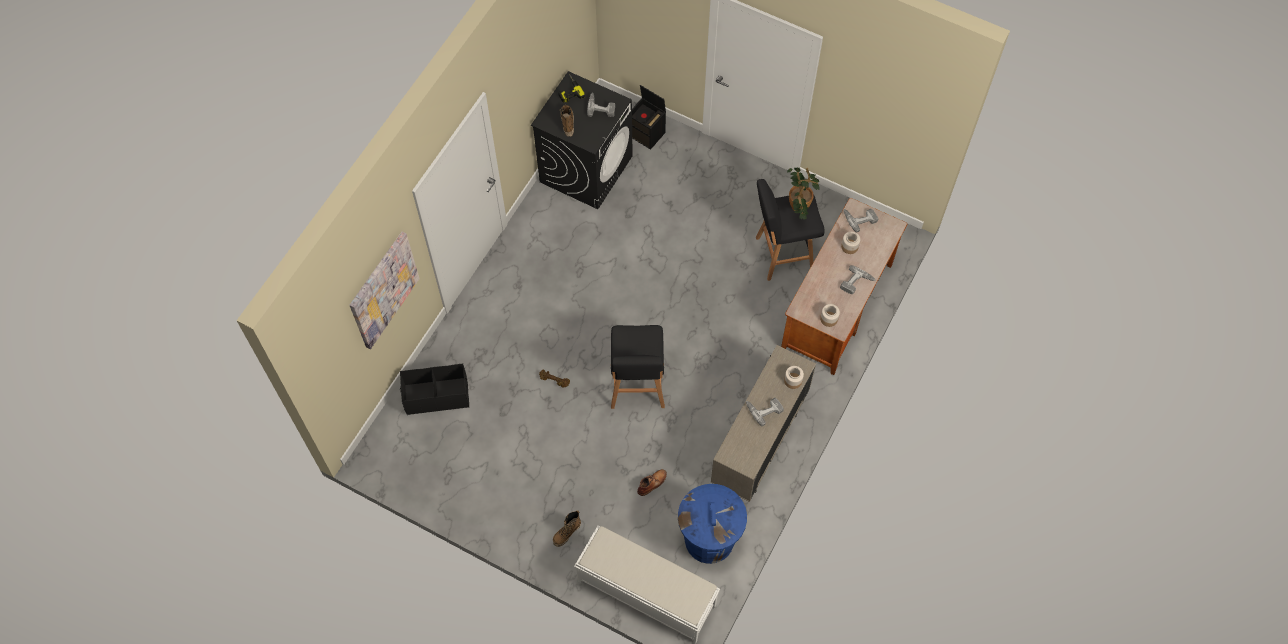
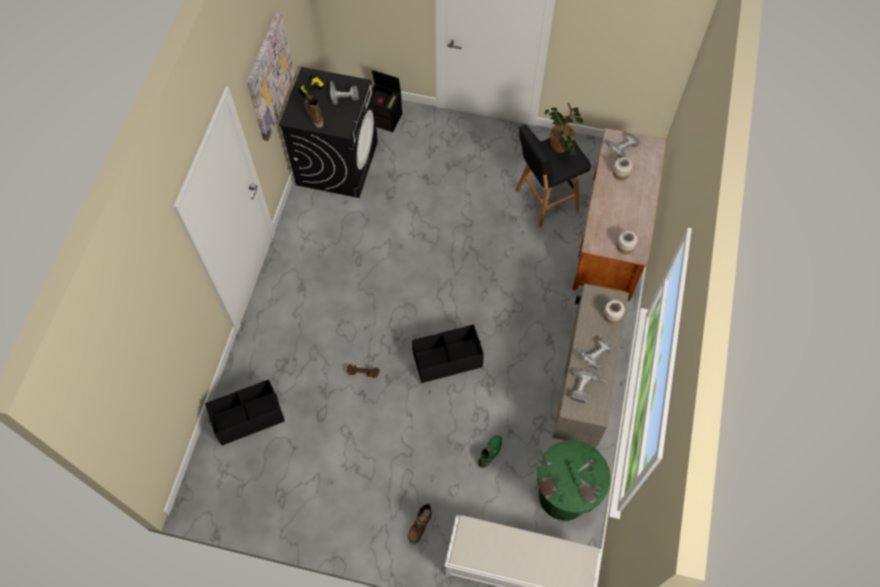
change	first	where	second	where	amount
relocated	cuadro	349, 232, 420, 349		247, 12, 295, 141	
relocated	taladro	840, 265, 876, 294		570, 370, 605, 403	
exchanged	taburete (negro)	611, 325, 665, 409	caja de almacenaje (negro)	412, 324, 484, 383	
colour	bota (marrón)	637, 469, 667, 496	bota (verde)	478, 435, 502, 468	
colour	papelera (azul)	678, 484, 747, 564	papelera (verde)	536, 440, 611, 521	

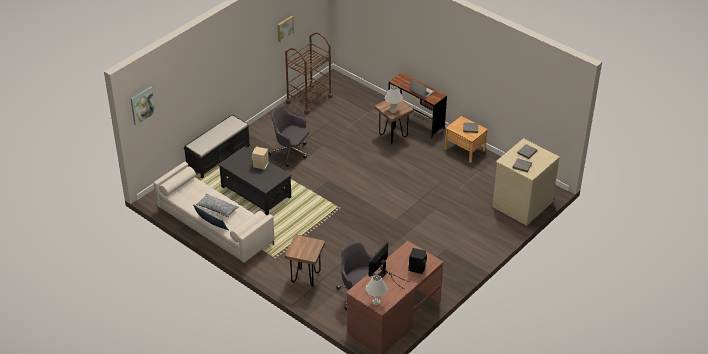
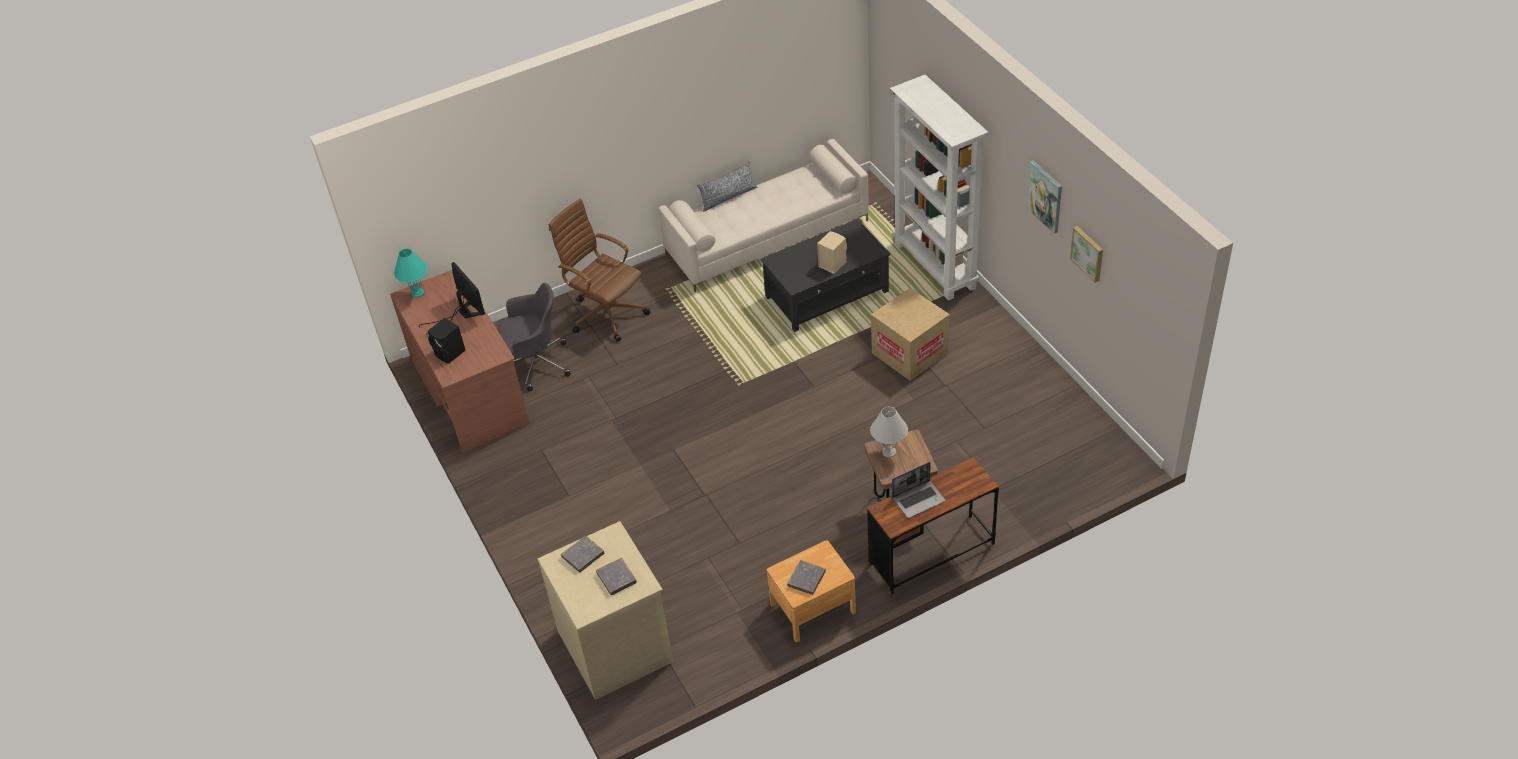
change	first	where	second	where	amount
missing	cojín	196, 194, 239, 218			
missing	carrito (marrón)	285, 32, 333, 114			
relocated	cuadro	130, 86, 155, 125		1026, 160, 1062, 234	
exchanged	banco (negro)	184, 114, 250, 178	estantería (blanco)	890, 75, 988, 301	
exchanged	silla de oficina (gris)	268, 105, 309, 167	caja de cartón	871, 288, 950, 381	
exchanged	taburete (marrón)	285, 234, 325, 287	silla de oficina (marrón)	548, 199, 650, 342	
colour	lámpara de mesa (blanco)	366, 275, 388, 305	lámpara de mesa (turquesa)	394, 248, 428, 297	

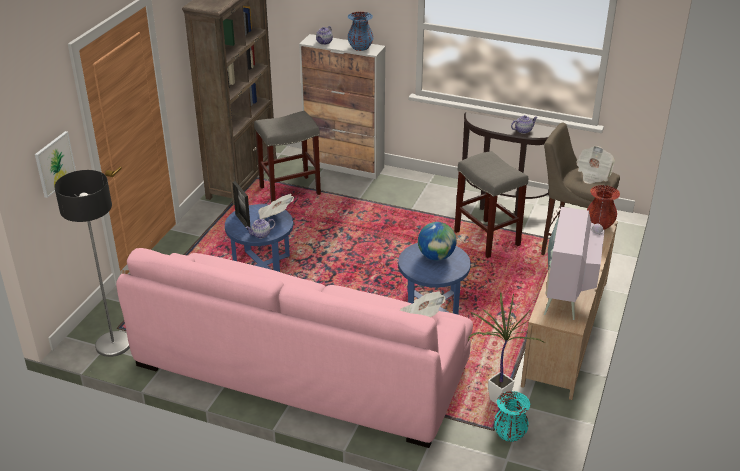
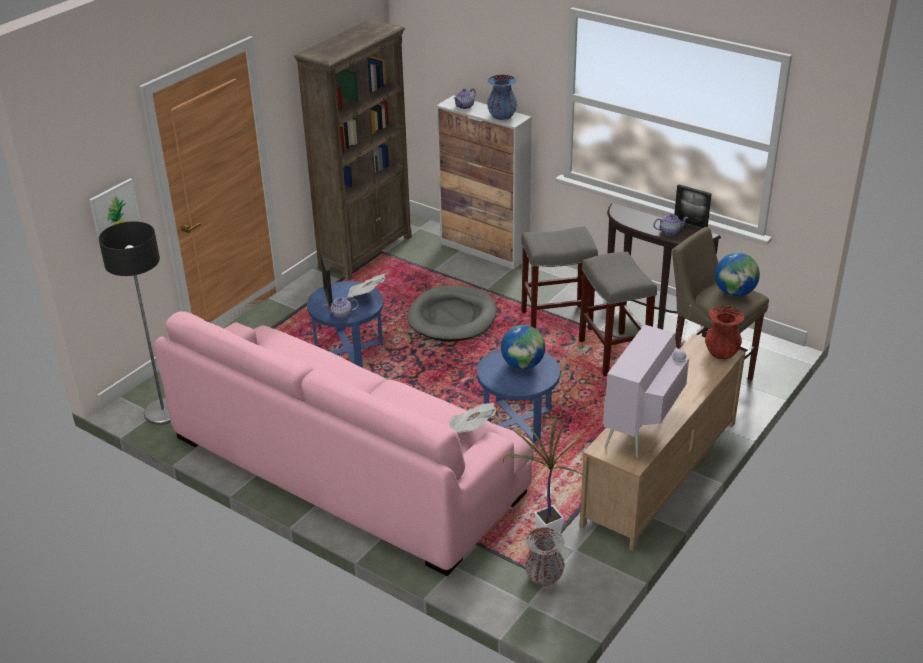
change	first	where	second	where	amount
appeared			cama para perro (gris)	408, 285, 496, 342	
appeared			portarretratos	674, 184, 712, 231	
relocated	taburete (gris)	254, 111, 321, 202		521, 226, 598, 330	
exchanged	periódico	576, 146, 615, 184	globo terráqueo	715, 253, 760, 297	
colour	florero (turquesa)	494, 391, 530, 442	florero (gris)	525, 527, 565, 586	

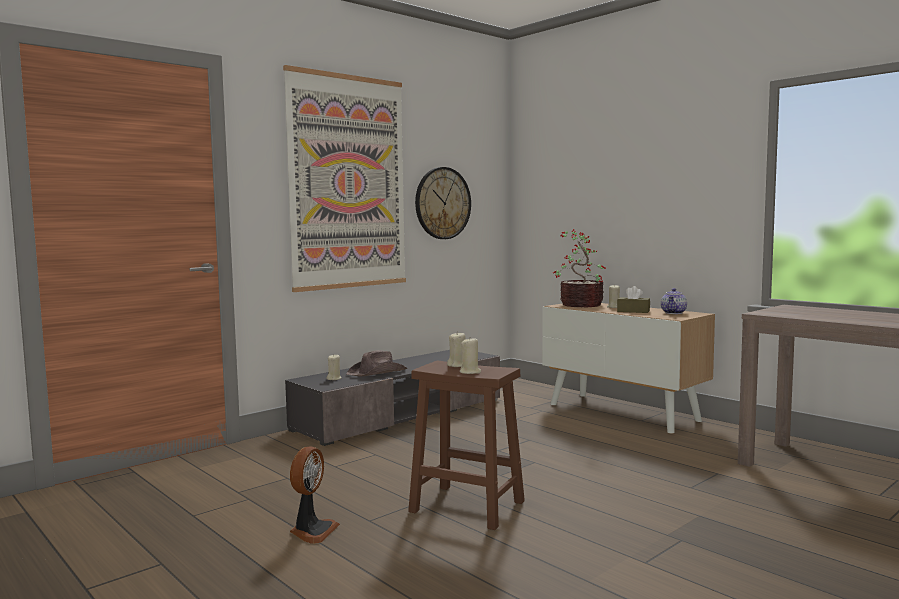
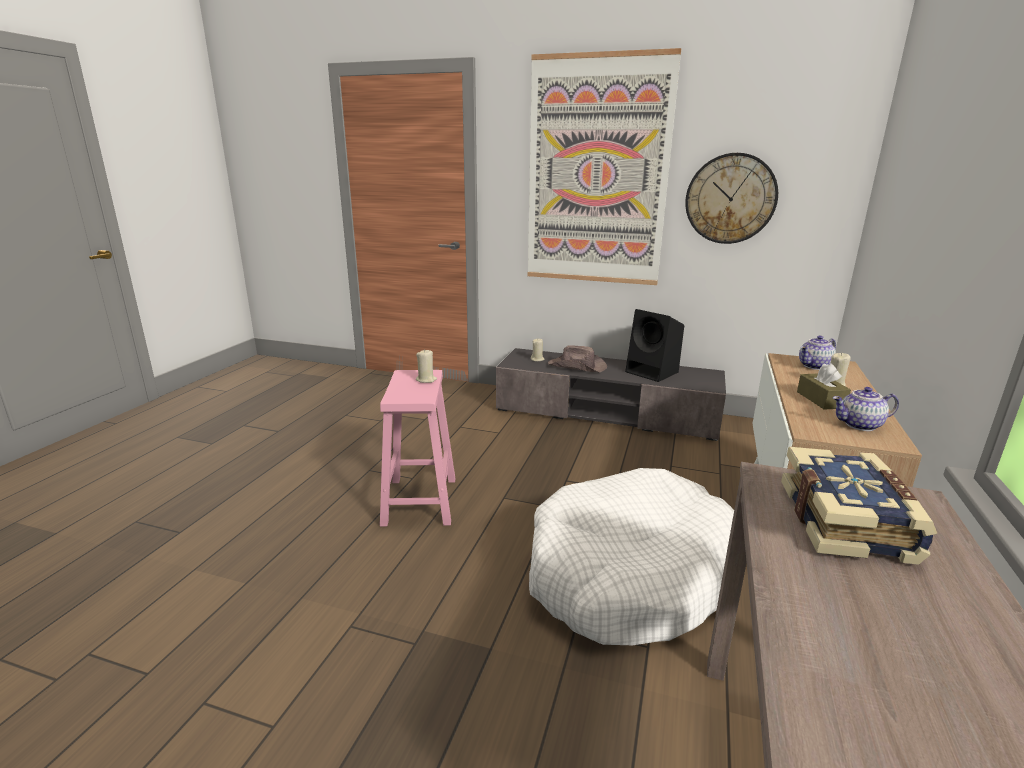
change	first	where	second	where	amount
missing	ventilador	290, 446, 340, 544			
missing	vela (beis)	460, 338, 481, 374			
appeared			cama para perro (blanco)	529, 468, 734, 645	
appeared			altavoz (negro)	625, 309, 684, 382	
appeared			libro	781, 447, 938, 565	
exchanged	planta en maceta	553, 229, 606, 307	tetera	799, 336, 836, 370	
colour	taburete (marrón)	408, 361, 525, 530	taburete (rosa)	380, 370, 455, 526	

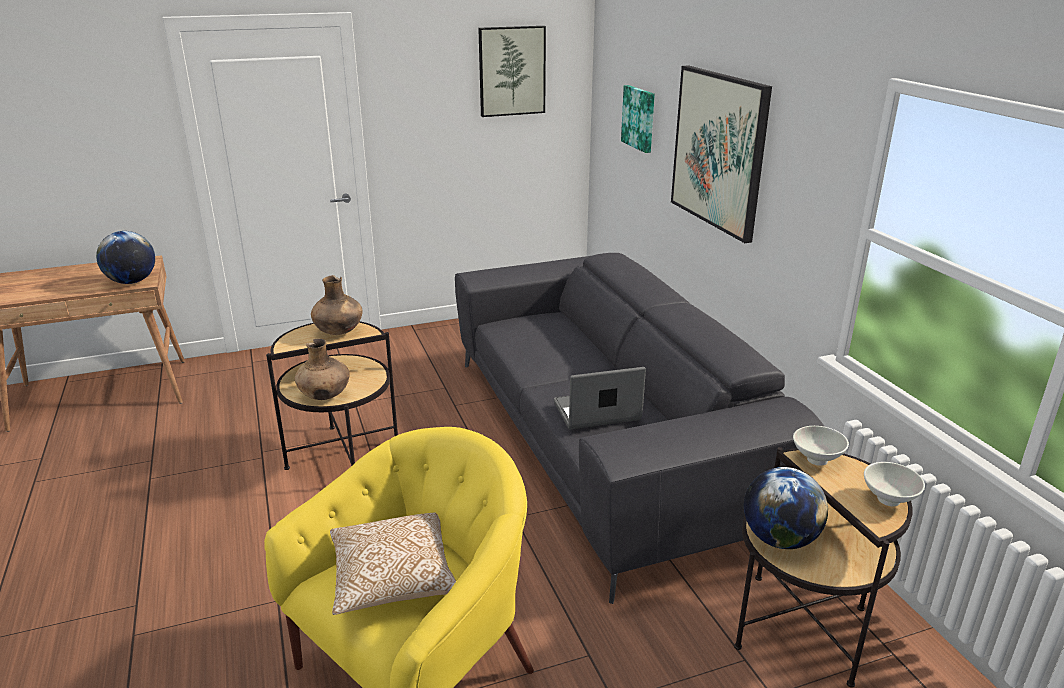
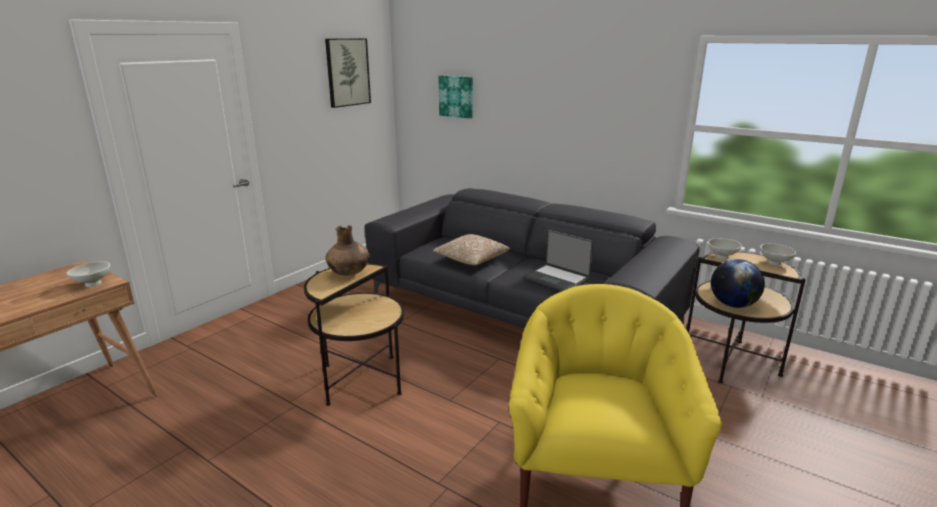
change	first	where	second	where	amount
missing	florero (marrón)	295, 339, 350, 400			
missing	cuadro	671, 65, 772, 243			
relocated	cojín	330, 512, 456, 615		433, 234, 510, 265	
exchanged	globo terráqueo	96, 231, 155, 284	cuenco (blanco)	67, 261, 110, 287	
spun	portátil	554, 367, 646, 429		525, 230, 593, 291	90 degrees counterclockwise

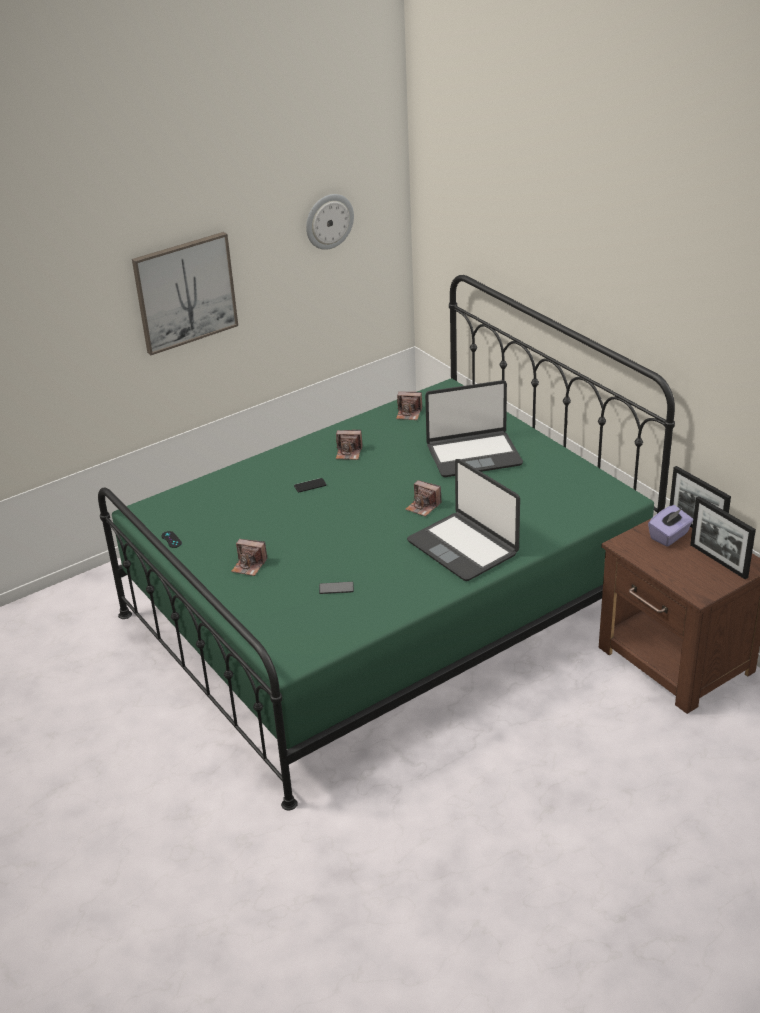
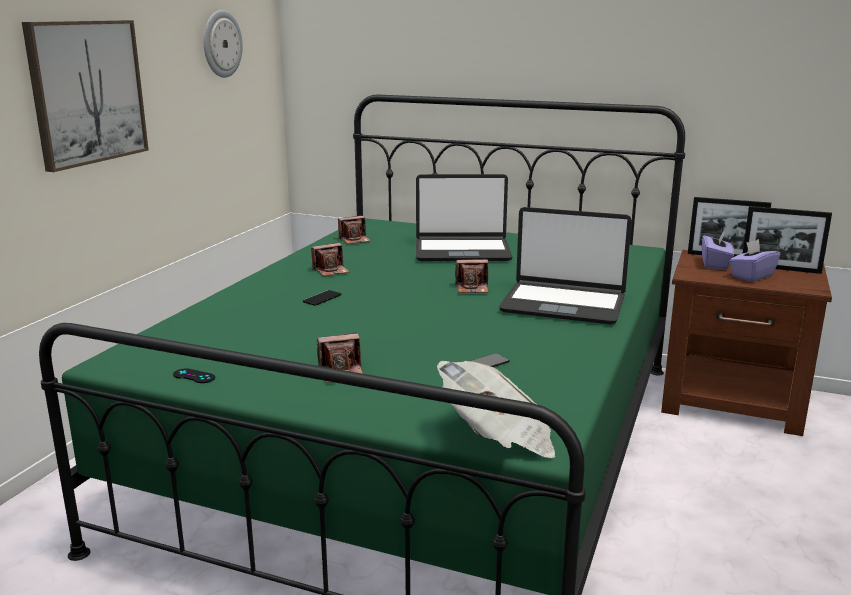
change	first	where	second	where	amount
appeared			periódico	437, 361, 555, 458	
appeared			caja de pañuelos (morado)	729, 239, 780, 282	
spun	portátil	425, 380, 523, 477		416, 174, 513, 261	45 degrees clockwise

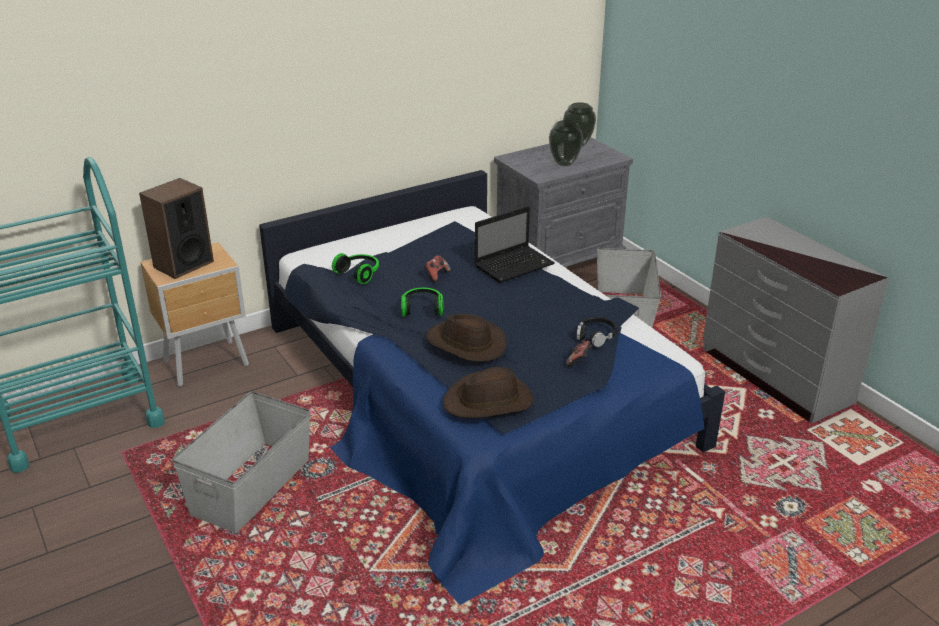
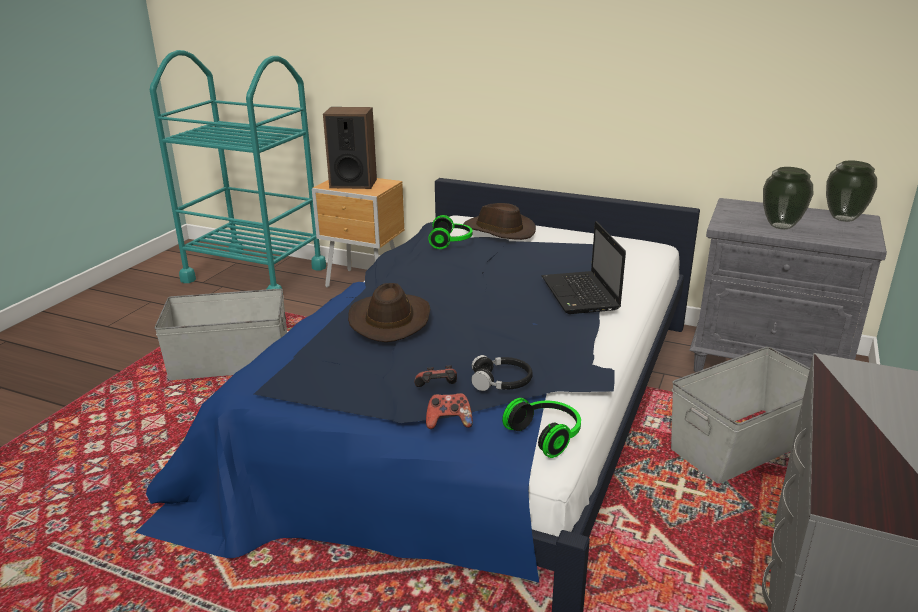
change	first	where	second	where	amount
relocated	auriculares	401, 288, 444, 317		502, 398, 581, 458	
relocated	mando de consola	425, 255, 451, 282		426, 393, 473, 429	
relocated	sombrero (marrón)	443, 367, 534, 418		463, 203, 536, 240	
spun	portátil	474, 206, 555, 283		541, 221, 626, 314	60 degrees clockwise

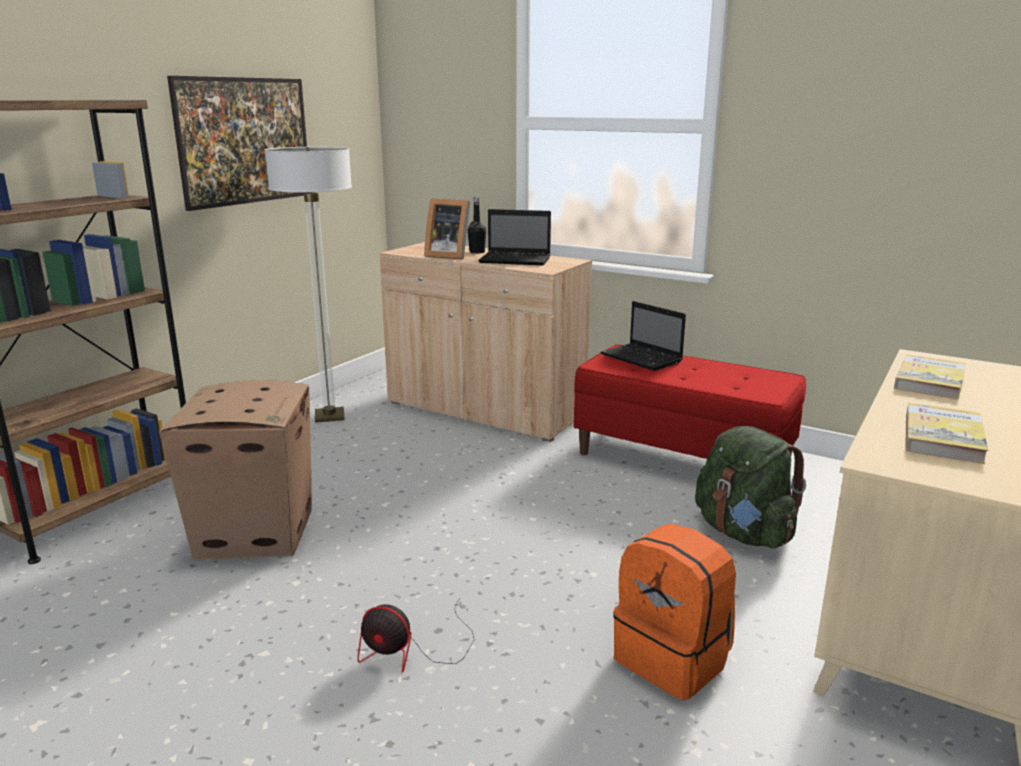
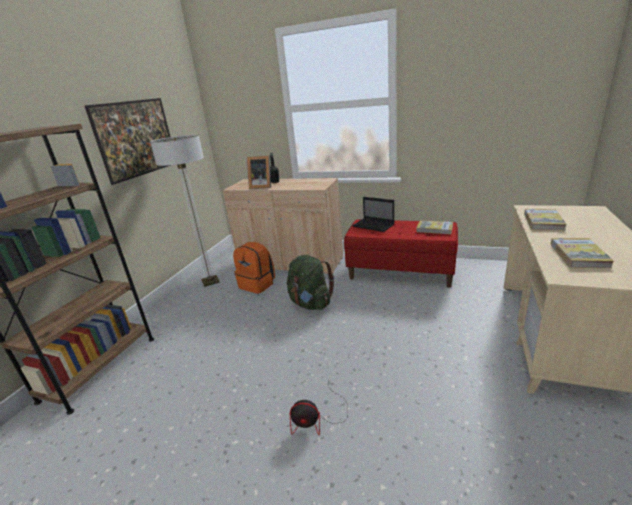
change	first	where	second	where	amount
missing	caja de cartón	159, 380, 312, 560			
missing	portátil	478, 209, 551, 265			
appeared			libro	417, 220, 453, 234	
relocated	mochila (naranja)	613, 523, 736, 700		233, 242, 275, 294	
relocated	mochila (verde)	695, 426, 806, 549		287, 255, 334, 310	

